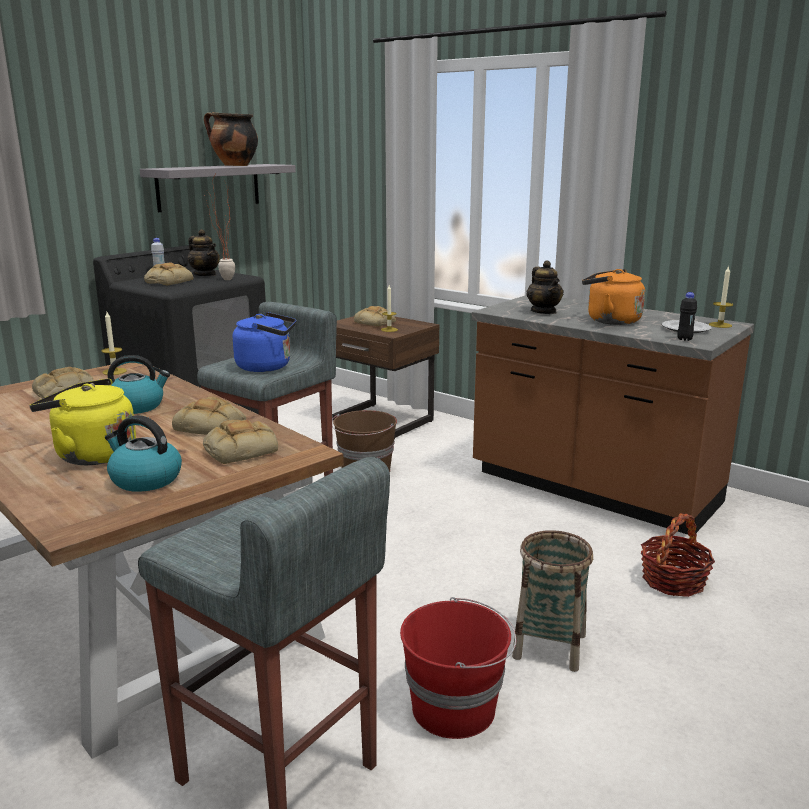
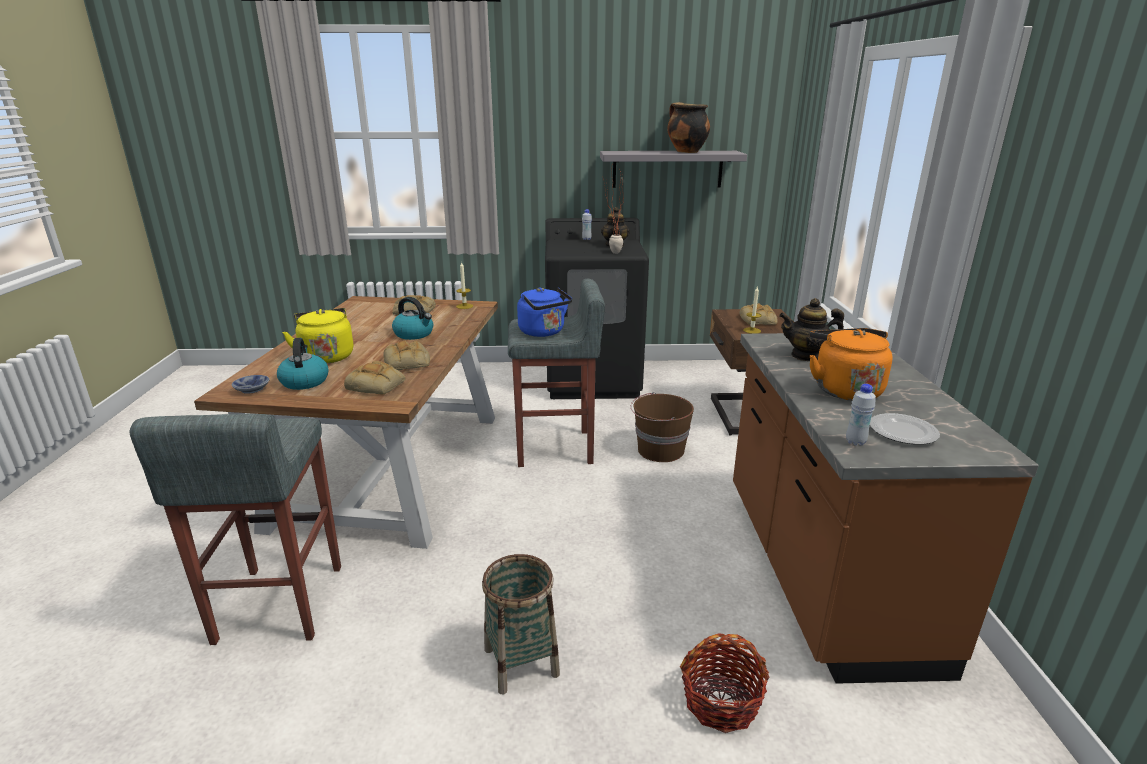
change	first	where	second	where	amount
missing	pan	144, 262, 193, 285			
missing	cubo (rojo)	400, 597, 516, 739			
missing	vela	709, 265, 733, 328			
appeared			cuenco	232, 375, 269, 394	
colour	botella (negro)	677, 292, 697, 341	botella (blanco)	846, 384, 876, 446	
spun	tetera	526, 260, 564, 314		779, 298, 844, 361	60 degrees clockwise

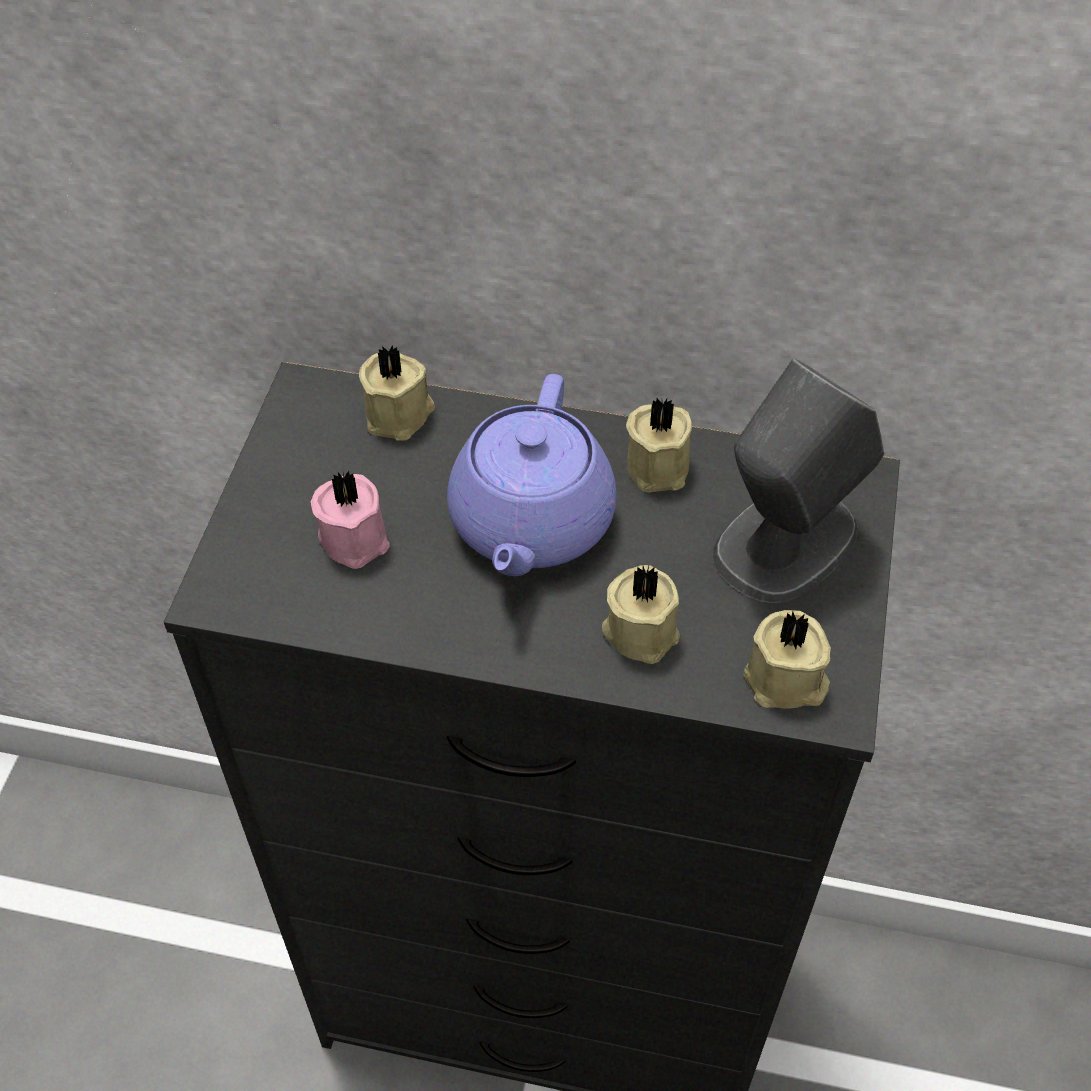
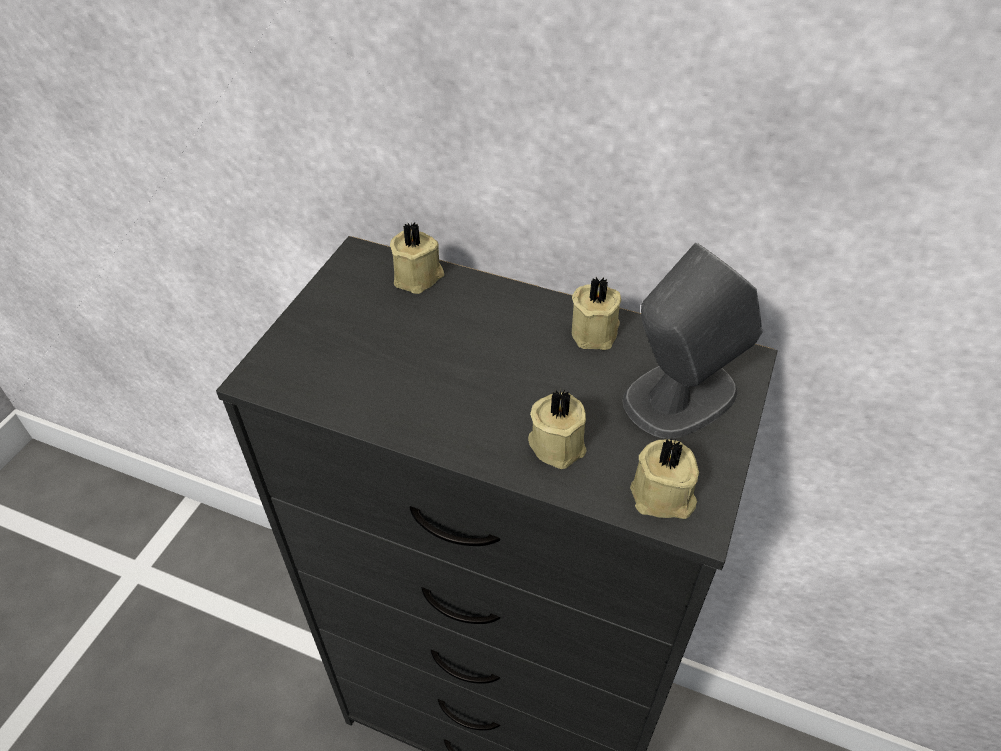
change	first	where	second	where	amount
missing	vela (rosa)	311, 471, 390, 569			
missing	tetera (morado)	447, 374, 617, 576			

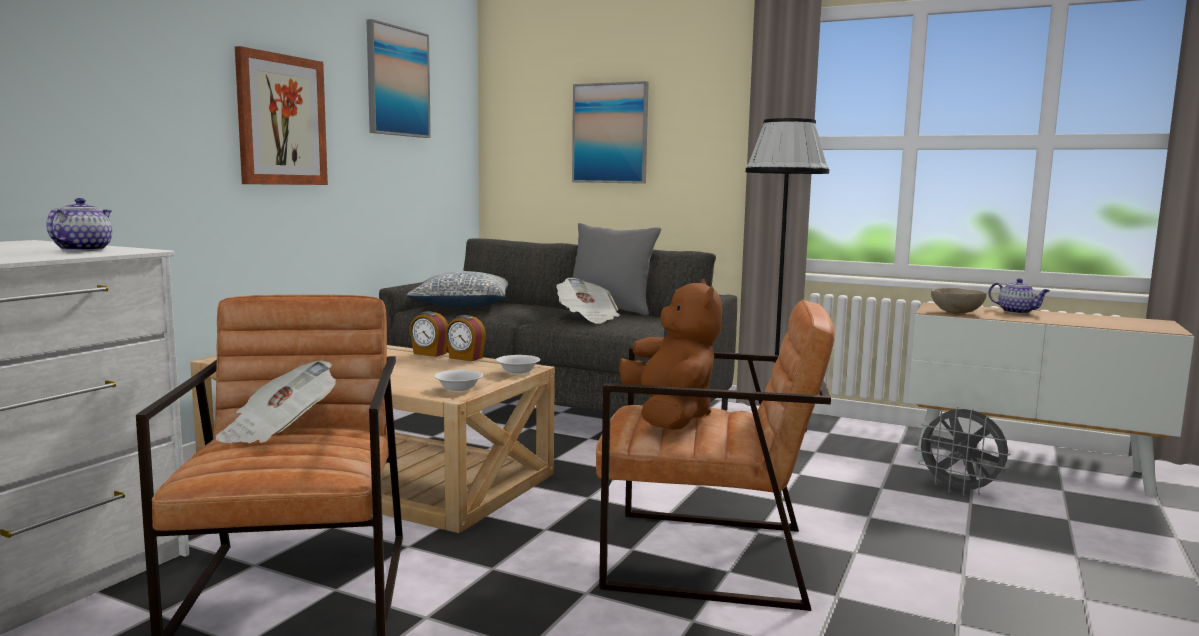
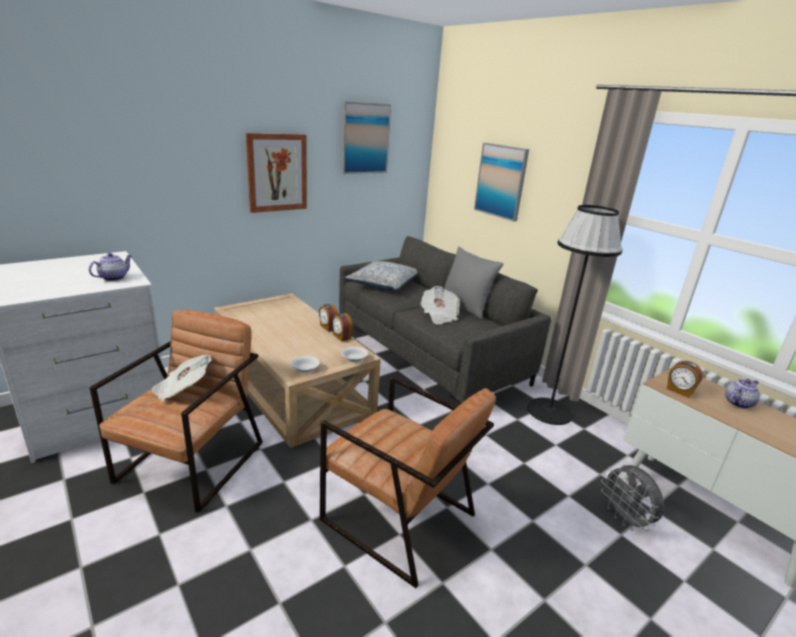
change	first	where	second	where	amount
missing	peluche (marrón)	619, 279, 722, 430			
exchanged	cuenco (beis)	931, 288, 987, 313	despertador	667, 360, 703, 398	
spun	tetera	989, 278, 1050, 314		725, 379, 760, 409	105 degrees counterclockwise

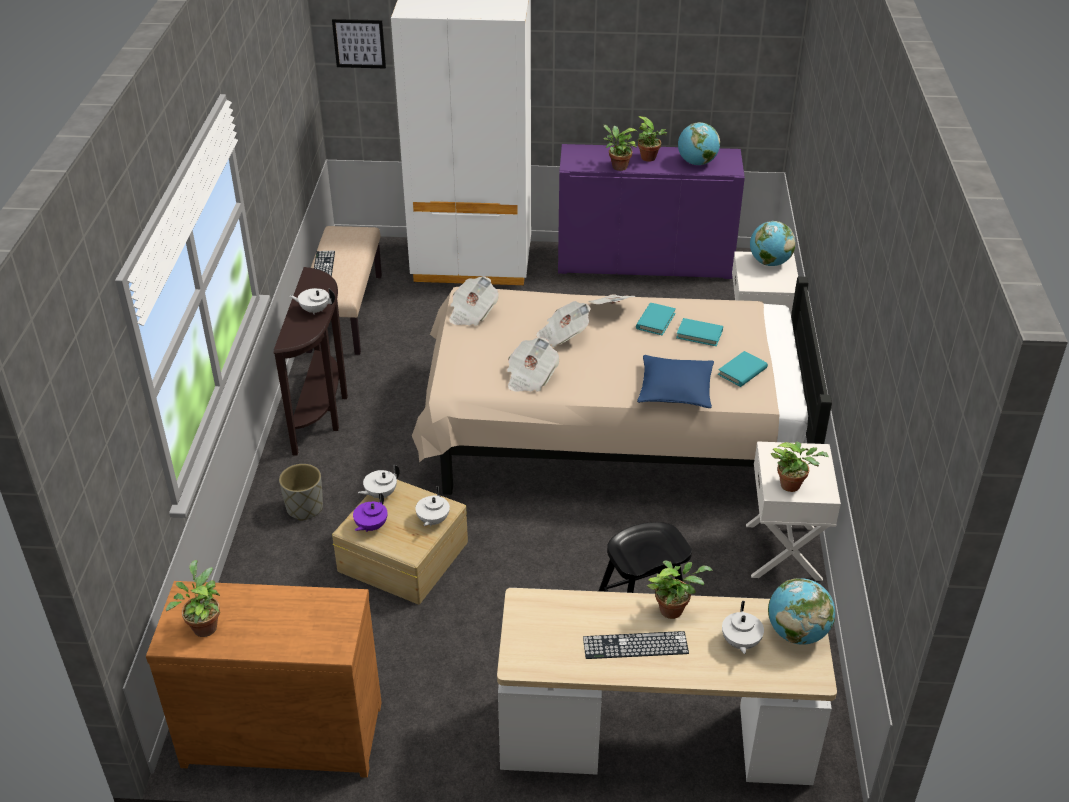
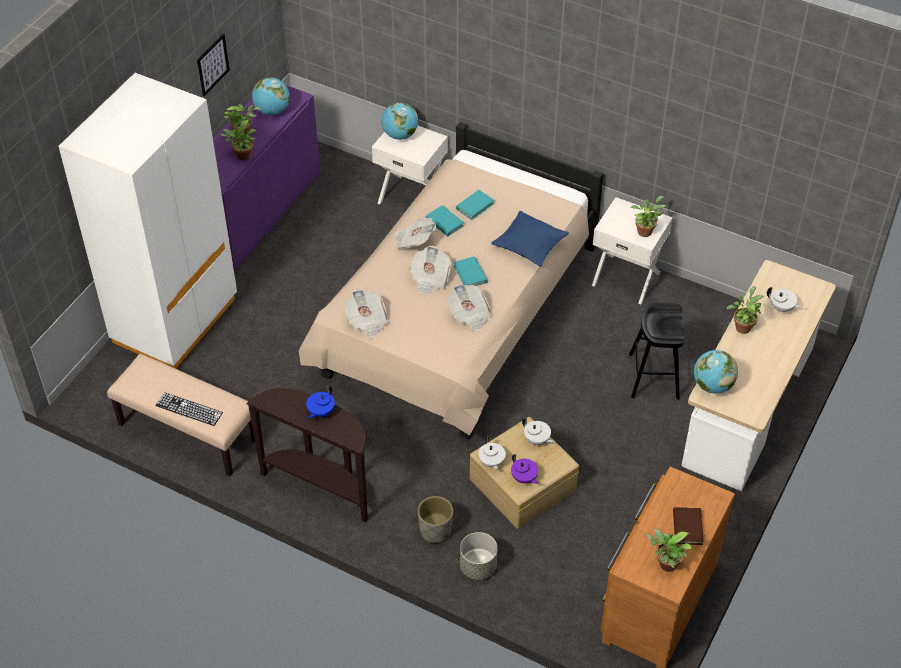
change	first	where	second	where	amount
missing	teclado	583, 631, 689, 659			
appeared			maceta (gris)	460, 532, 497, 580	
appeared			libro (marrón)	673, 507, 704, 545	
relocated	cuadro	332, 19, 386, 68		197, 34, 230, 96	
relocated	libro (turquesa)	718, 351, 768, 387		454, 256, 488, 286	
relocated	globo terráqueo	768, 578, 835, 645		694, 350, 738, 394	
colour	tetera (blanco)	290, 288, 335, 315	tetera (azul)	306, 386, 335, 418	

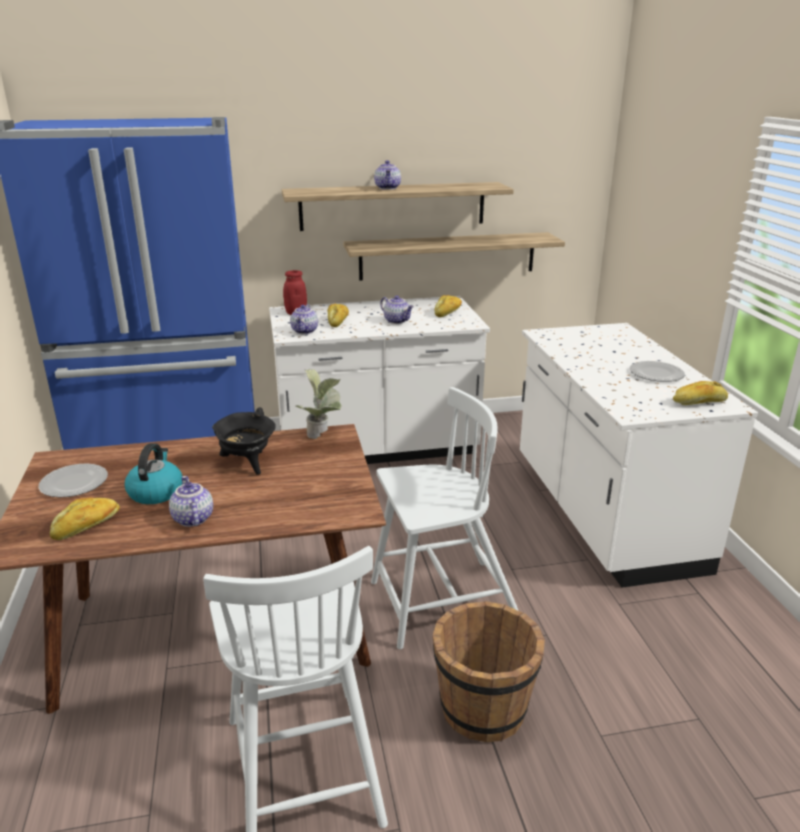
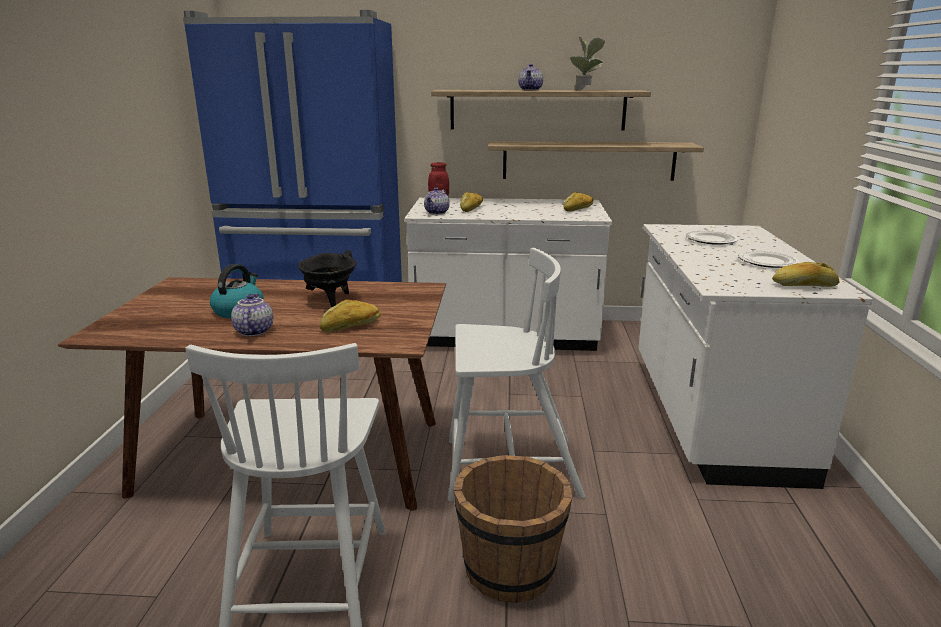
change	first	where	second	where	amount
missing	tetera	380, 295, 414, 324			
relocated	plato	39, 463, 108, 497		685, 231, 738, 245	
relocated	pan	50, 498, 120, 540		319, 300, 381, 332	
relocated	planta en maceta	296, 369, 342, 439		570, 37, 605, 91	

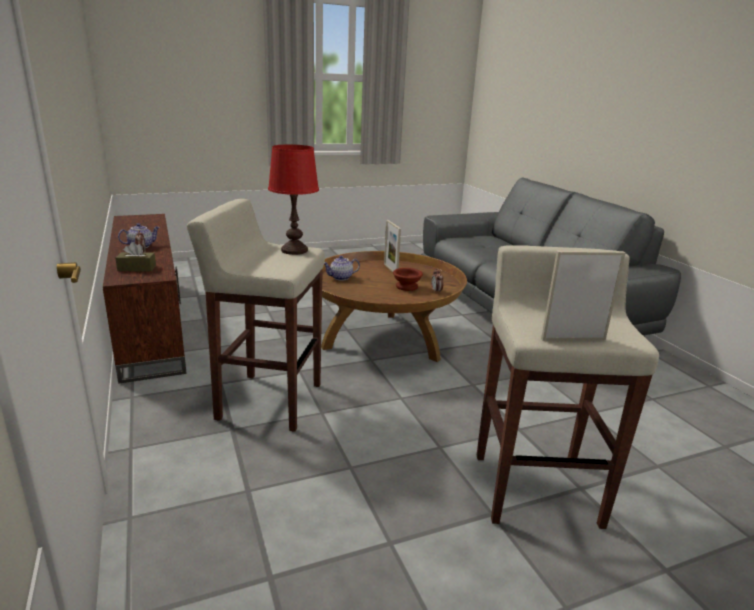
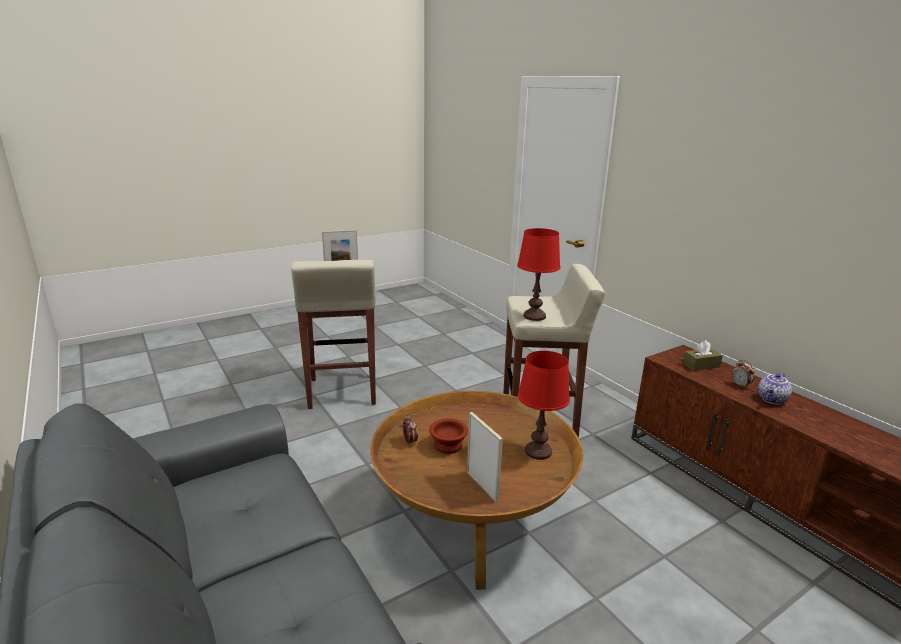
change	first	where	second	where	amount
exchanged	tetera	324, 256, 360, 281	lámpara de mesa (rojo)	518, 351, 570, 460	

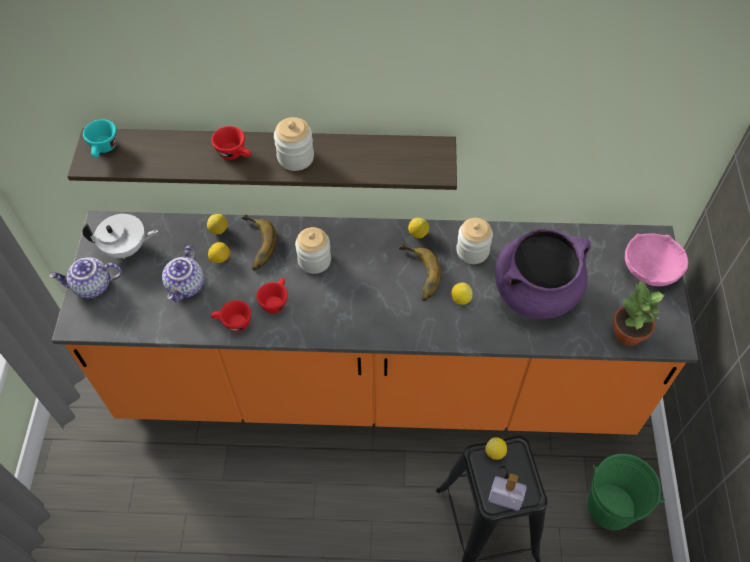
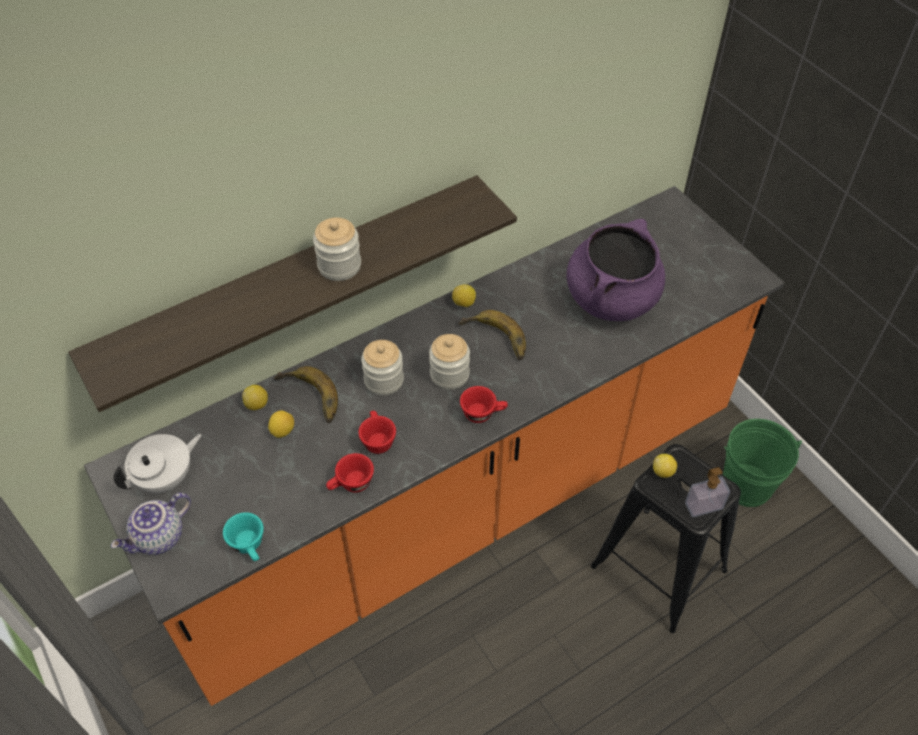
change	first	where	second	where	amount
missing	tetera	162, 245, 204, 302			
missing	limón	451, 283, 473, 305			
missing	planta en maceta	613, 280, 664, 346			
missing	cuenco (rosa)	625, 233, 688, 286			
relocated	taza (turquesa)	83, 119, 117, 158		223, 512, 264, 561	
relocated	taza (rojo)	211, 126, 251, 160		460, 386, 508, 423	
relocated	tarro	456, 218, 493, 264		429, 334, 470, 390	

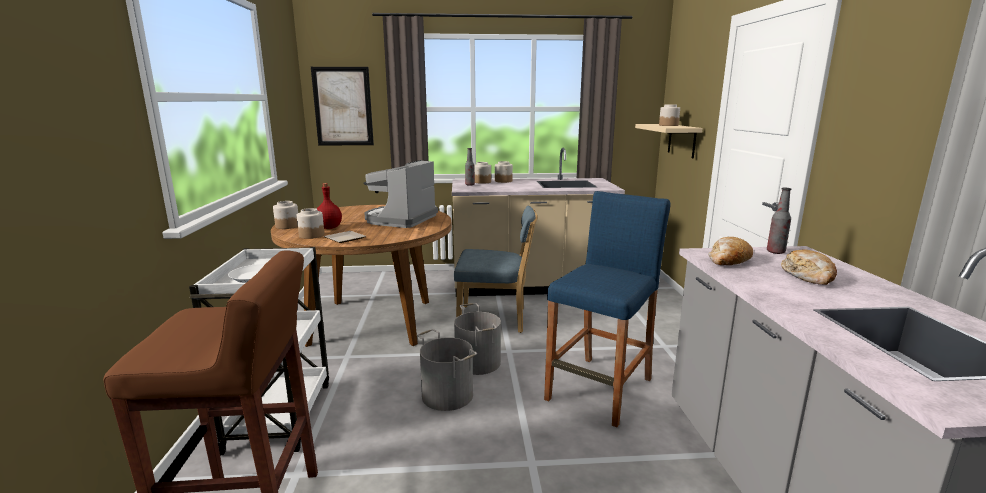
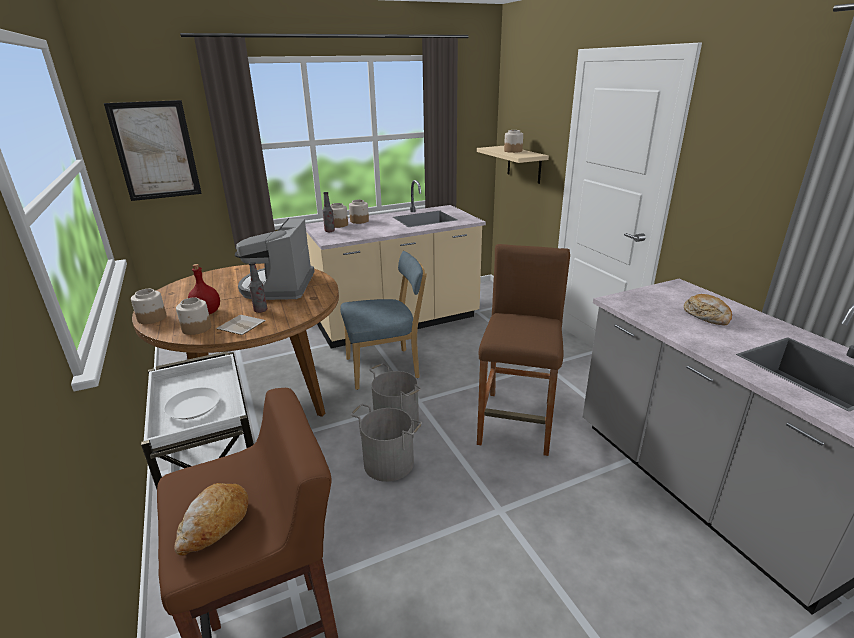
change	first	where	second	where	amount
relocated	pan	708, 237, 753, 265		174, 483, 248, 556	
relocated	botella	767, 188, 791, 254		249, 262, 267, 313	
colour	taburete (azul)	544, 191, 670, 427	taburete (marrón)	477, 244, 570, 456	

